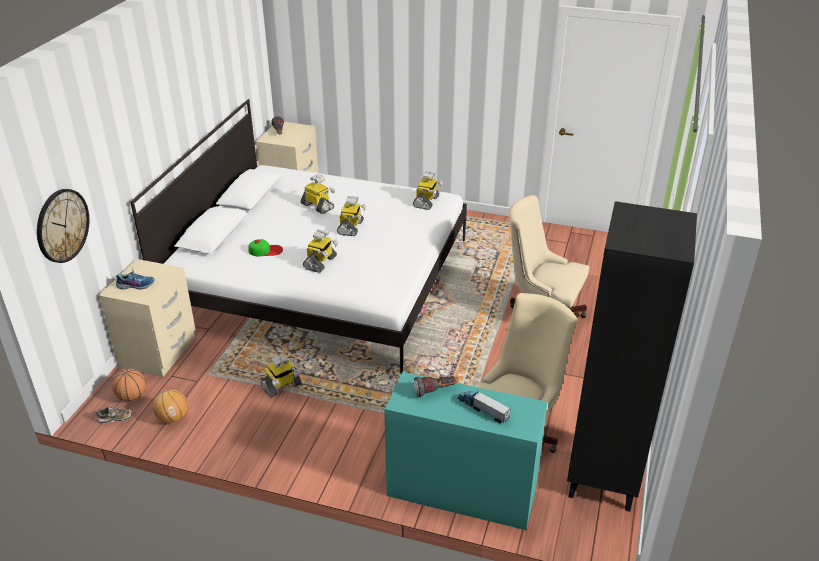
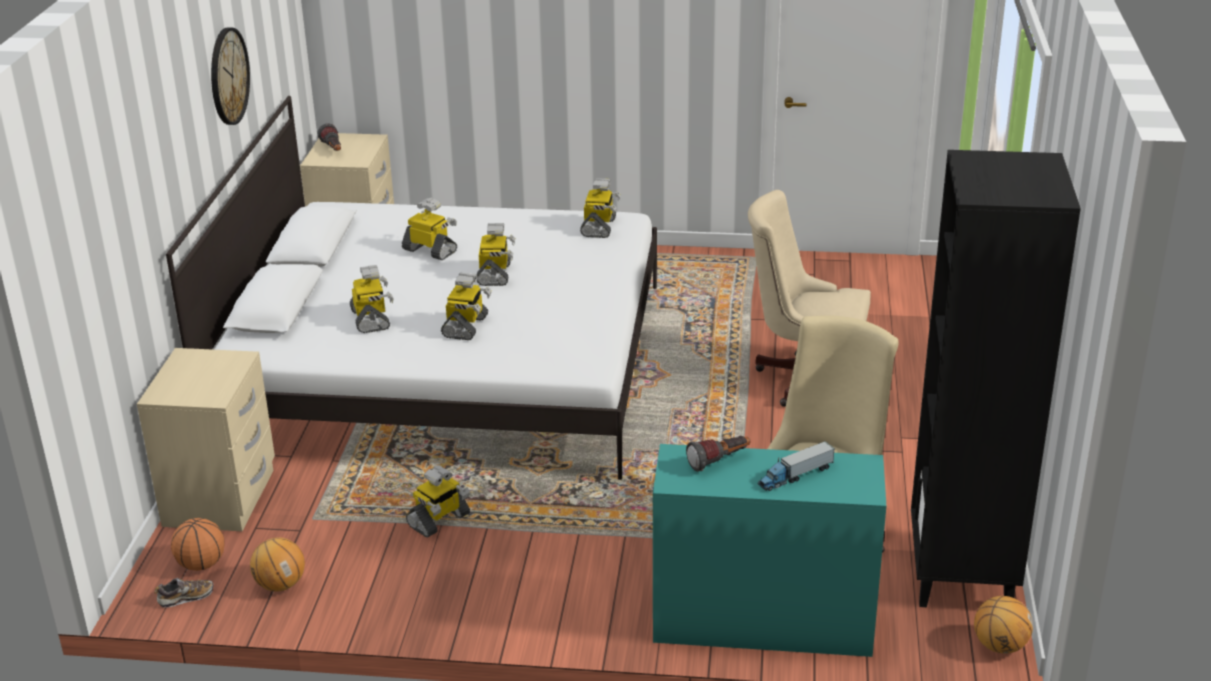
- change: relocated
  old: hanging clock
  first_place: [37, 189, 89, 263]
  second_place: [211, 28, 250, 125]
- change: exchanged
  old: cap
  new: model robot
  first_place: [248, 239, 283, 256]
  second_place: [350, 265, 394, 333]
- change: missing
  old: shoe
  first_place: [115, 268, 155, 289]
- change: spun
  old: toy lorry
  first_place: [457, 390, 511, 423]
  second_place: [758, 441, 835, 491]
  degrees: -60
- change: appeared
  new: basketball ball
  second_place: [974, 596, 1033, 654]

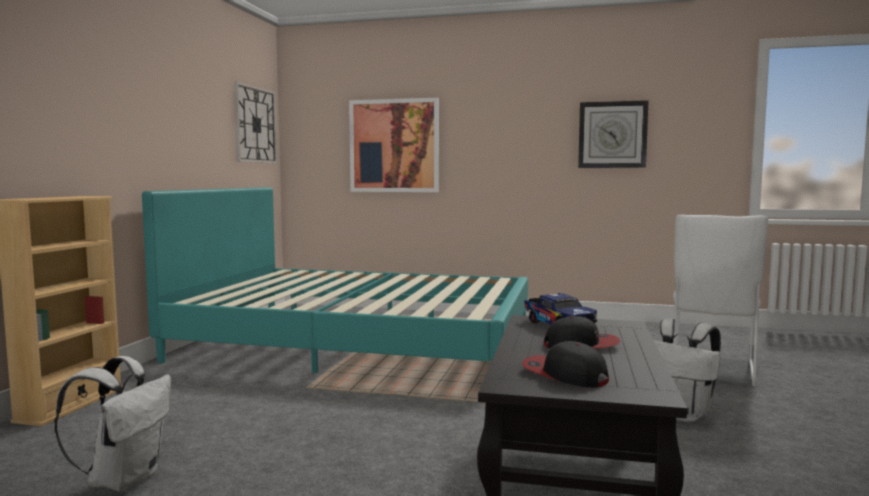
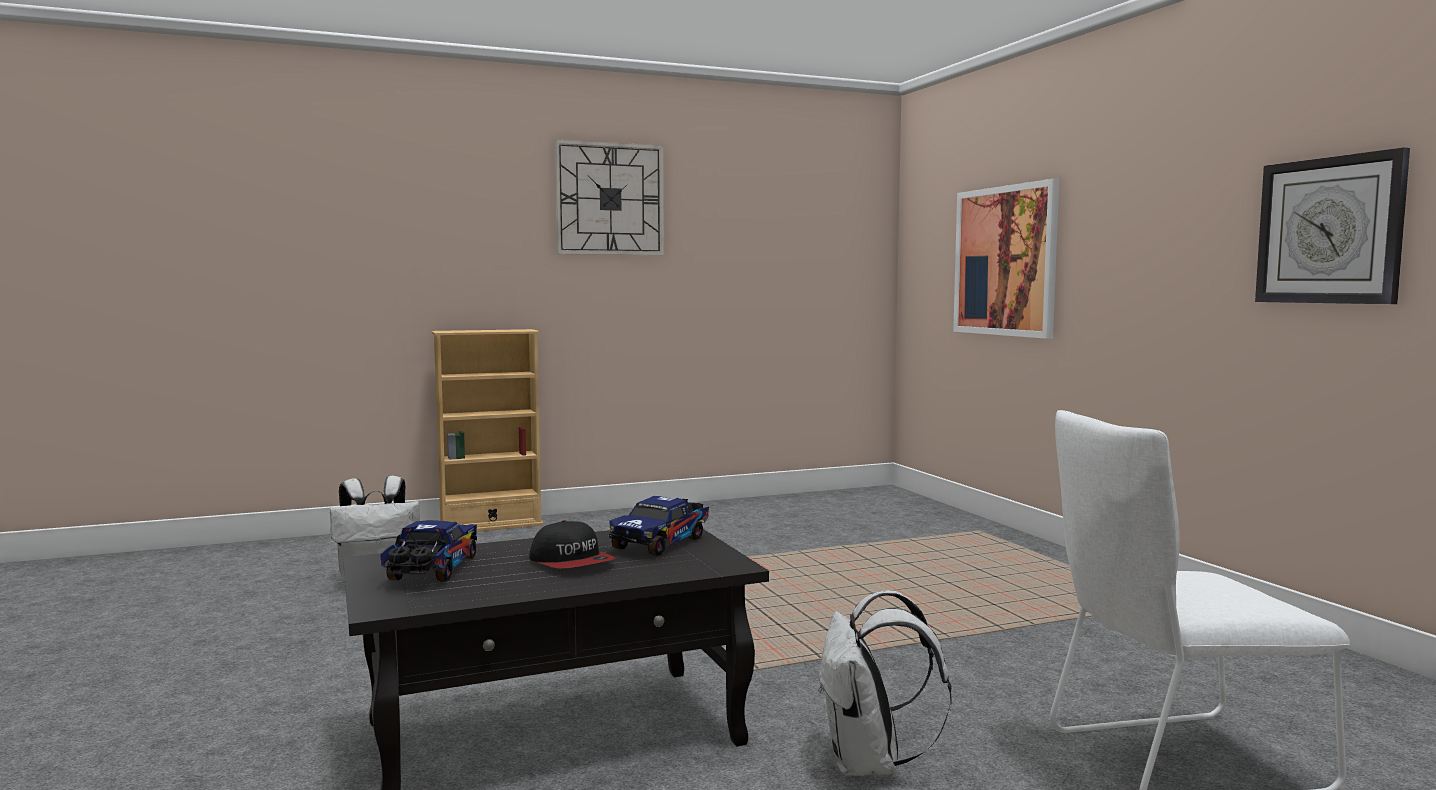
- change: relocated
  old: hanging clock
  first_place: [234, 81, 277, 164]
  second_place: [554, 139, 664, 256]
- change: missing
  old: bed in turquoise
  first_place: [142, 187, 528, 373]
- change: exchanged
  old: cap
  new: toy lorry
  first_place: [522, 341, 609, 388]
  second_place: [380, 520, 477, 582]

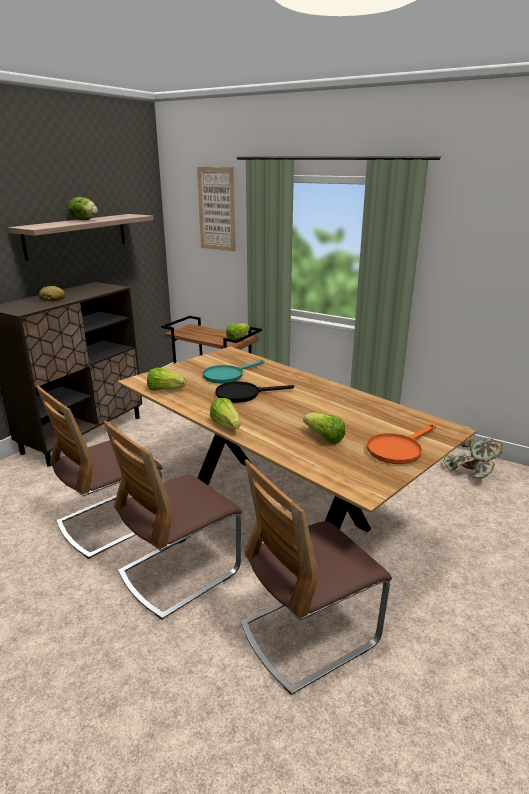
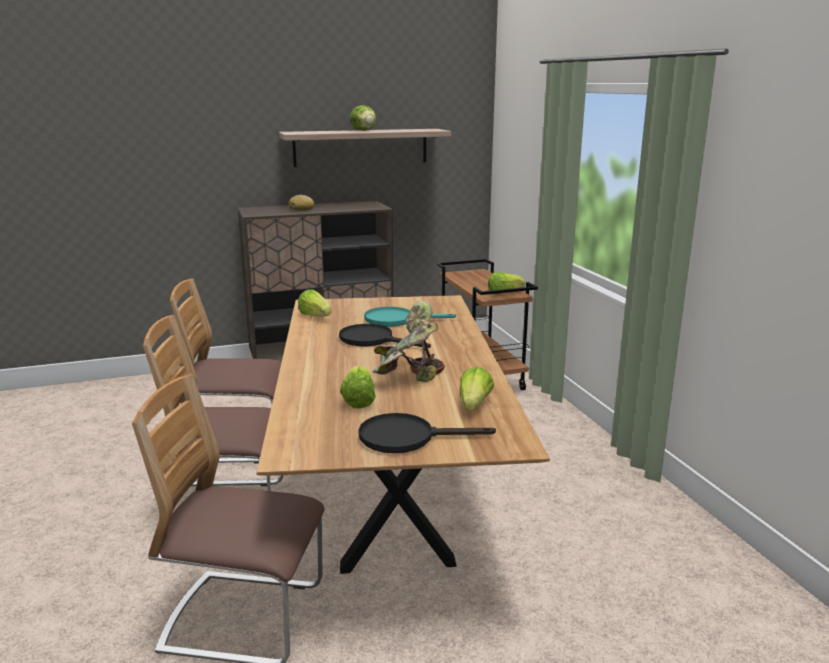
- change: missing
  old: wall picture
  first_place: [197, 167, 236, 251]
- change: relocated
  old: head of lettuce
  first_place: [210, 398, 241, 429]
  second_place: [459, 366, 494, 410]
- change: colour
  old: pan in orangey
  new: pan in blackish
  first_place: [367, 424, 436, 464]
  second_place: [358, 413, 496, 453]
- change: relocated
  old: potted plant
  first_place: [443, 426, 502, 479]
  second_place: [373, 301, 445, 382]

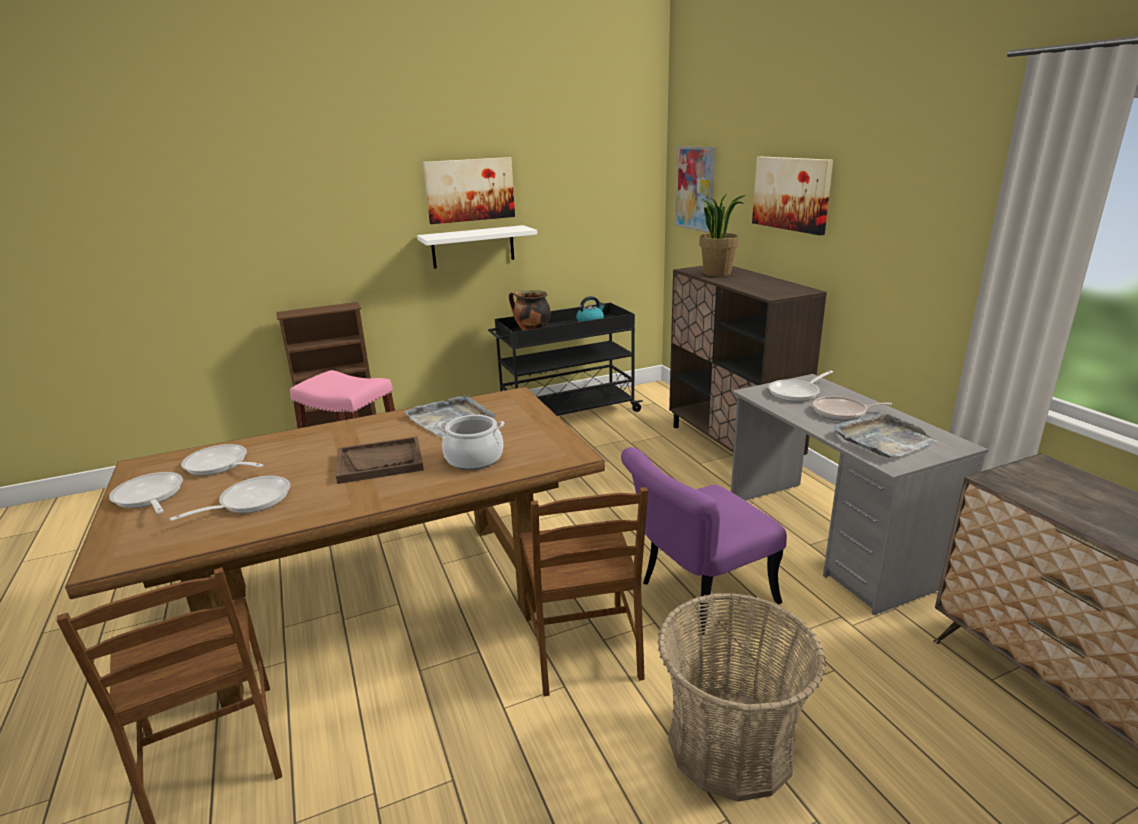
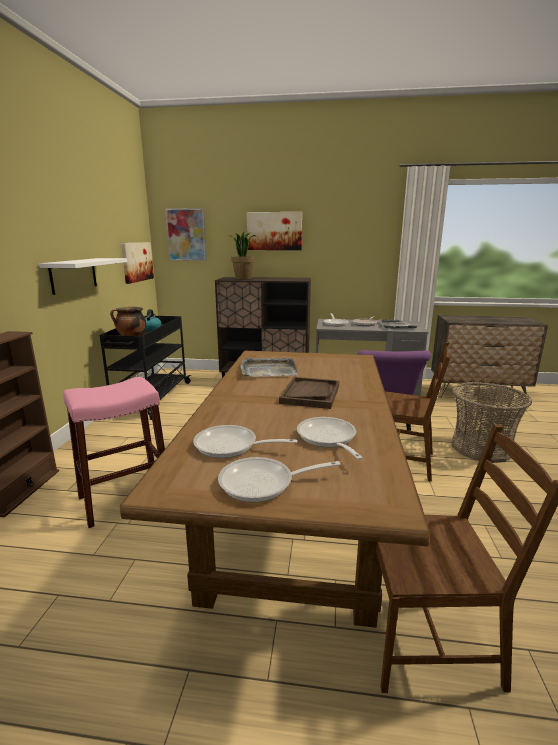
- change: relocated
  old: wall picture
  first_place: [423, 157, 515, 224]
  second_place: [121, 242, 154, 284]
- change: missing
  old: saucepot
  first_place: [437, 415, 504, 470]
- change: spun
  old: pan
  first_place: [181, 444, 263, 476]
  second_place: [193, 425, 297, 458]
  degrees: 45

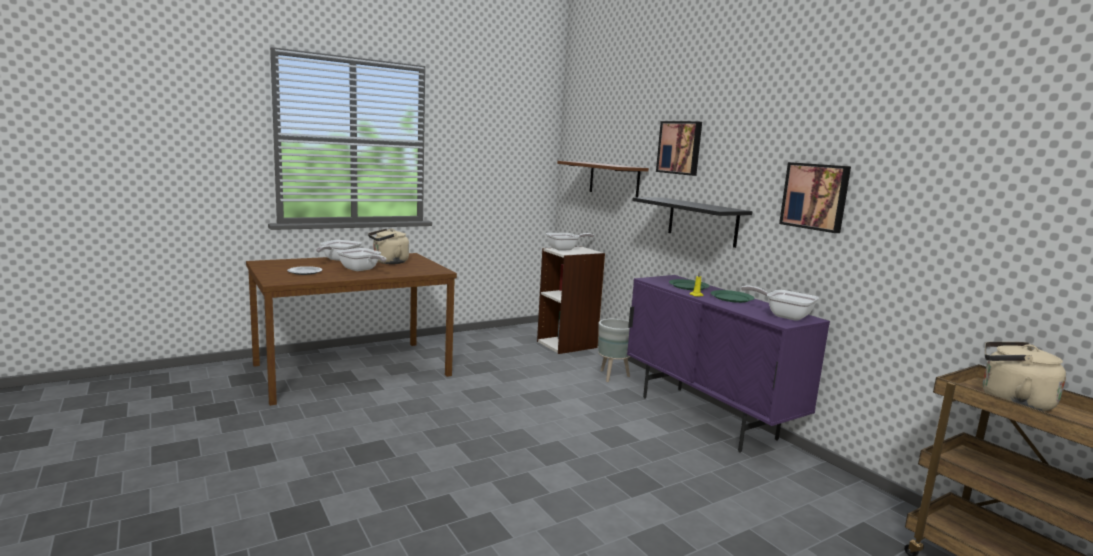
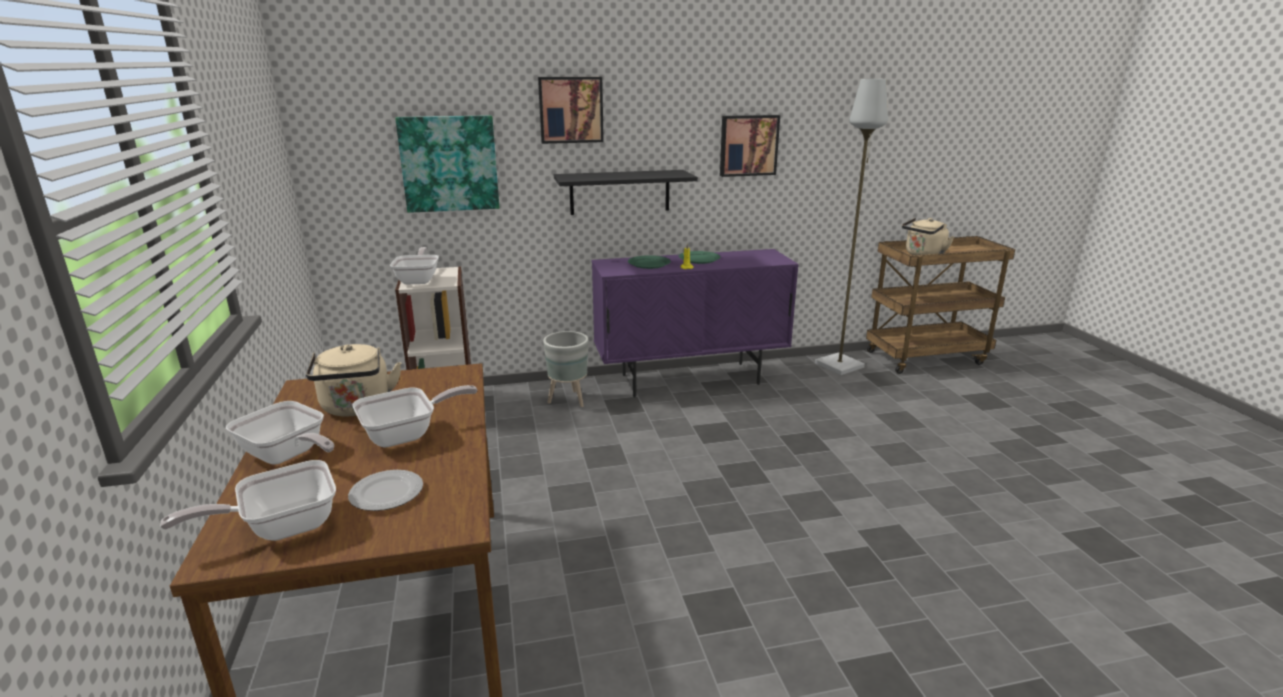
- change: exchanged
  old: shelf in brown
  new: wall picture
  first_place: [557, 161, 649, 198]
  second_place: [395, 115, 499, 213]
- change: relocated
  old: pan
  first_place: [741, 285, 819, 321]
  second_place: [160, 460, 336, 541]
- change: appeared
  new: floor lamp in gray
  second_place: [815, 79, 888, 375]

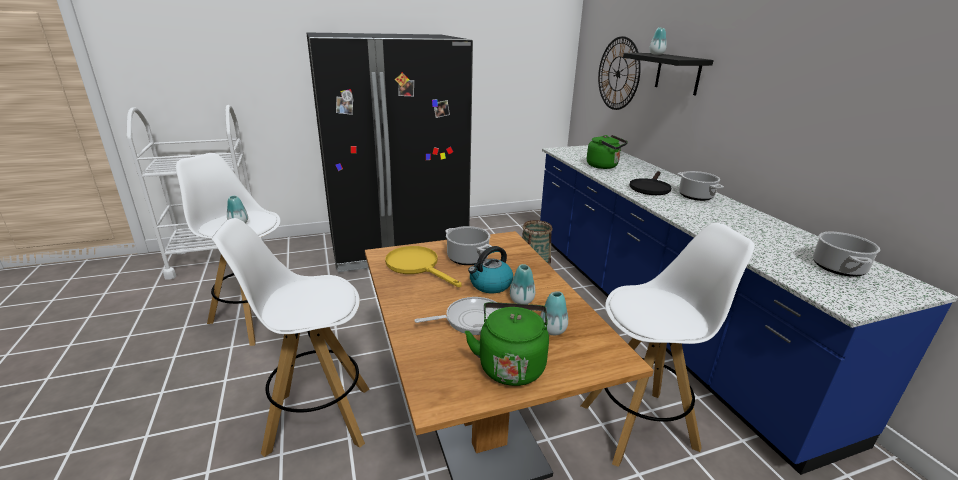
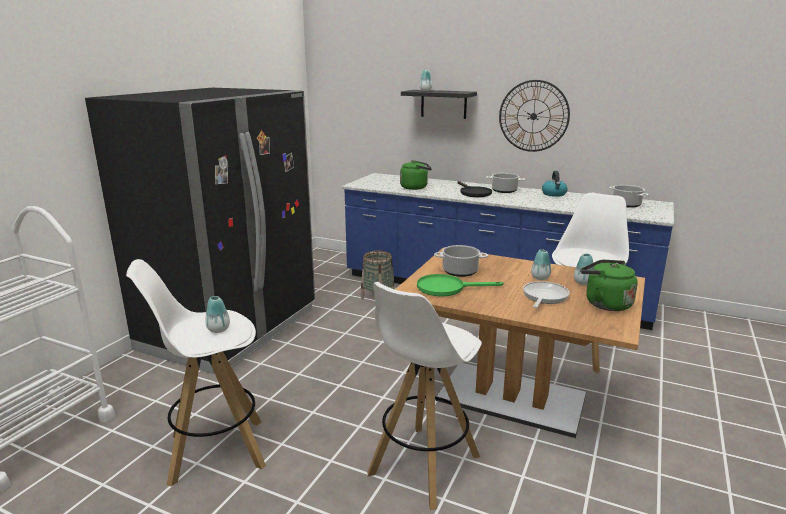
- change: relocated
  old: hanging clock
  first_place: [598, 36, 641, 110]
  second_place: [499, 80, 570, 152]
- change: colour
  old: pan in yellow
  new: pan in greenish
  first_place: [385, 246, 462, 287]
  second_place: [417, 274, 503, 297]
- change: relocated
  old: kettle
  first_place: [468, 246, 513, 293]
  second_place: [542, 171, 568, 197]

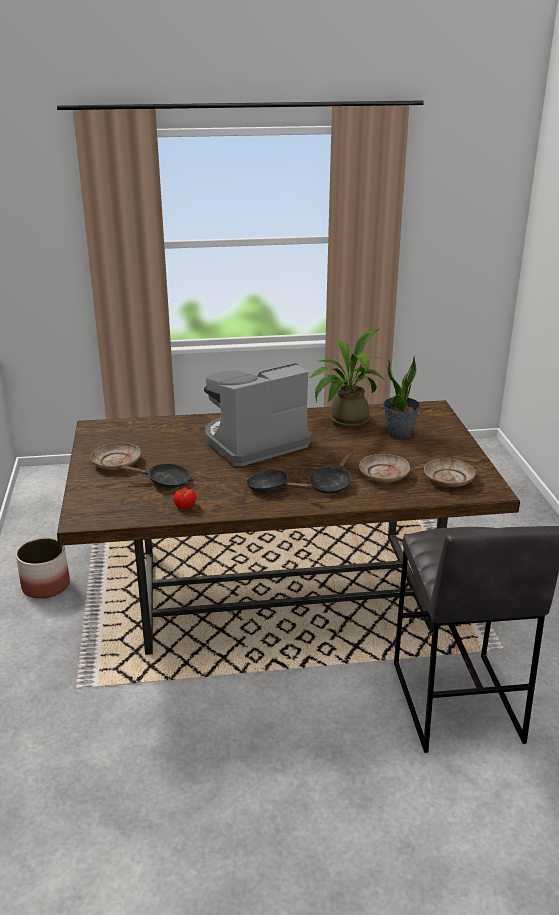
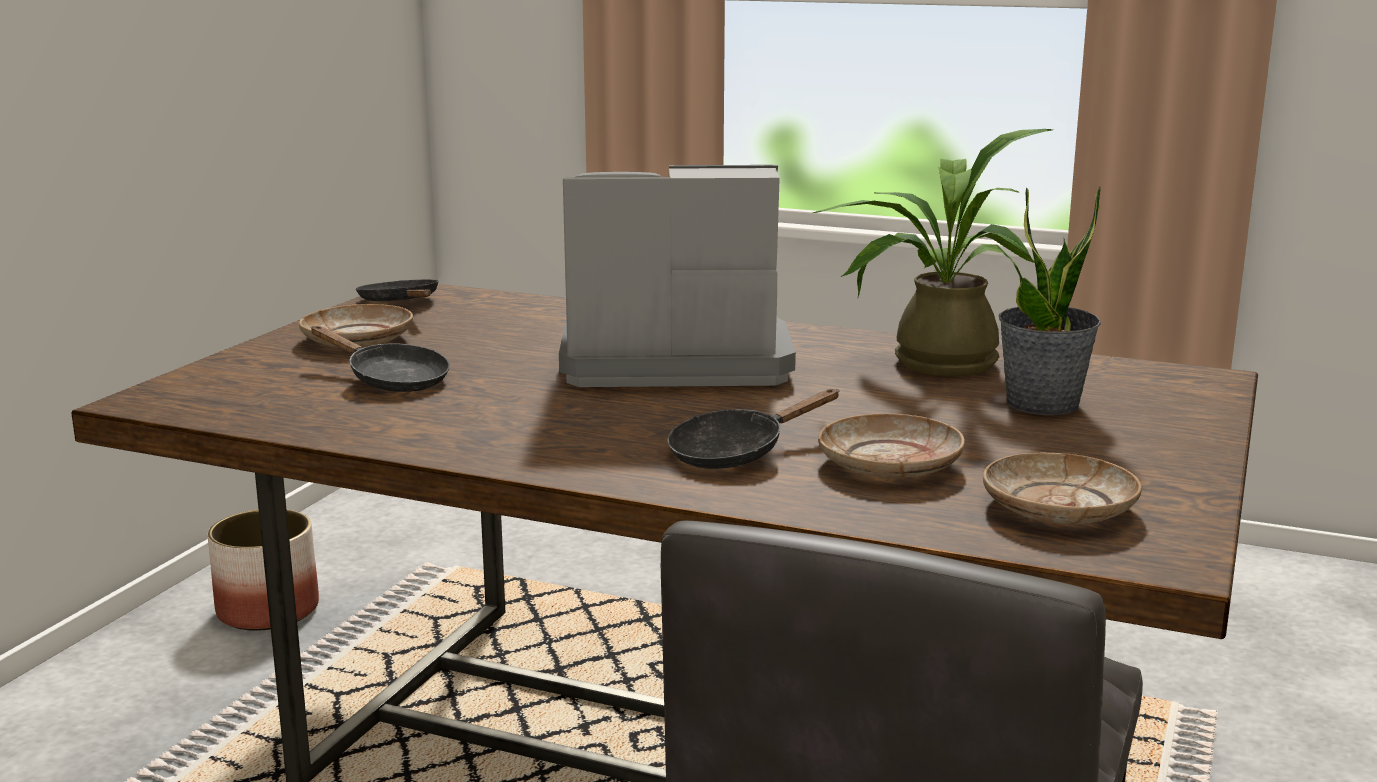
- change: relocated
  old: pan in blackish
  first_place: [246, 470, 313, 492]
  second_place: [356, 279, 438, 301]
- change: missing
  old: tomato
  first_place: [173, 487, 196, 509]

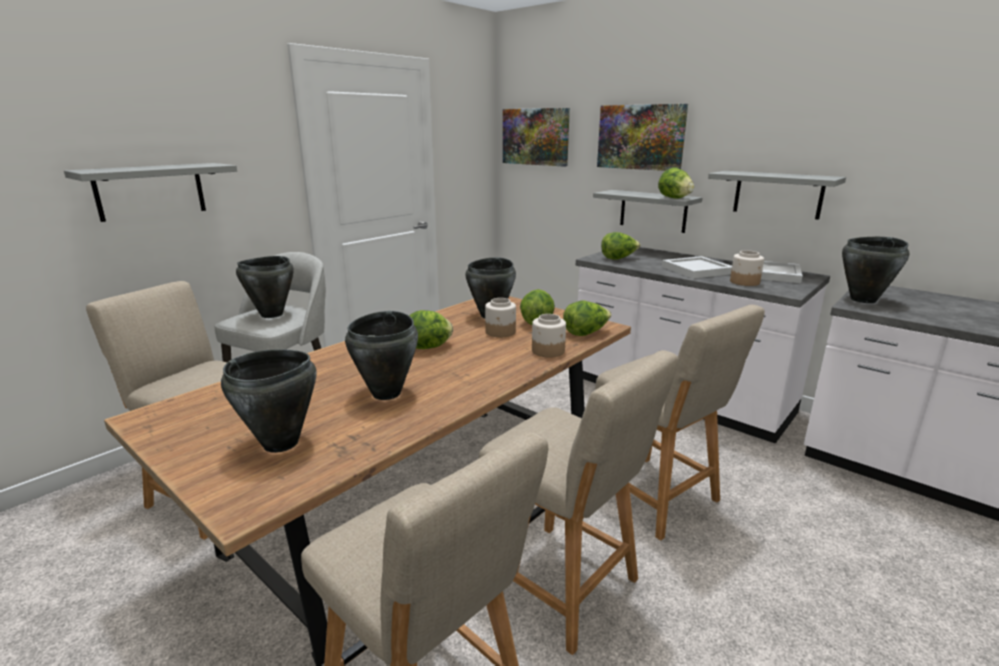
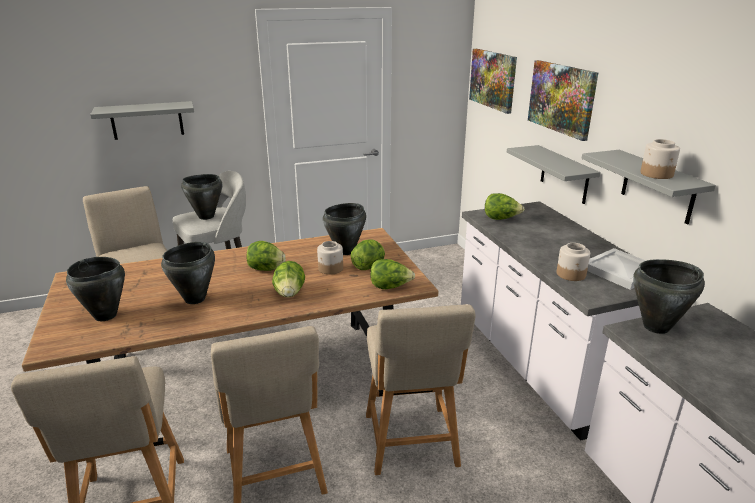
- change: relocated
  old: head of lettuce
  first_place: [658, 167, 694, 199]
  second_place: [272, 261, 305, 298]
- change: missing
  old: carrying tray in whitish
  first_place: [662, 256, 732, 279]
- change: relocated
  old: storage jar
  first_place: [532, 314, 566, 358]
  second_place: [641, 139, 680, 179]

